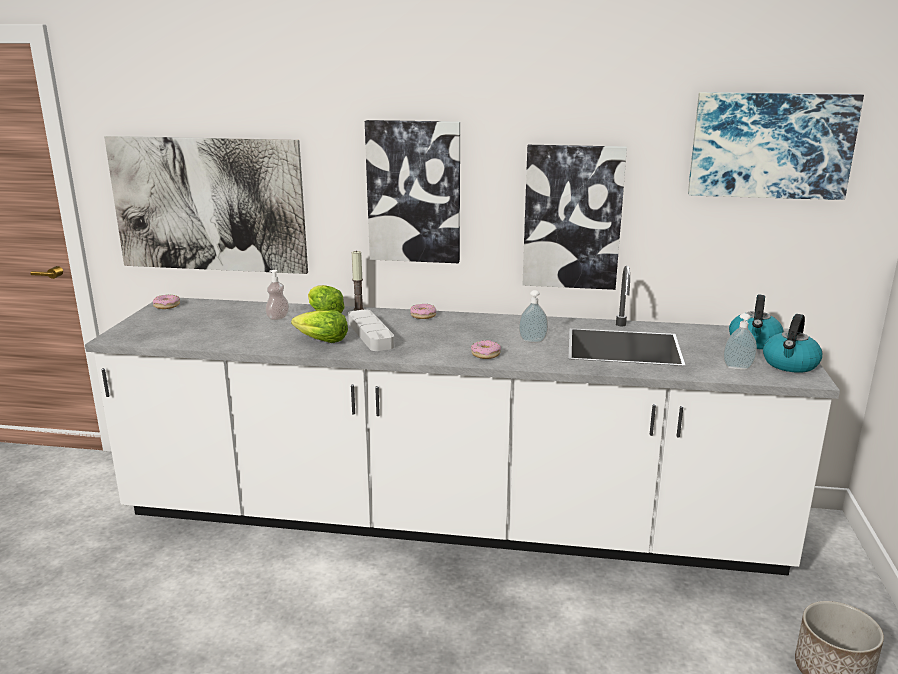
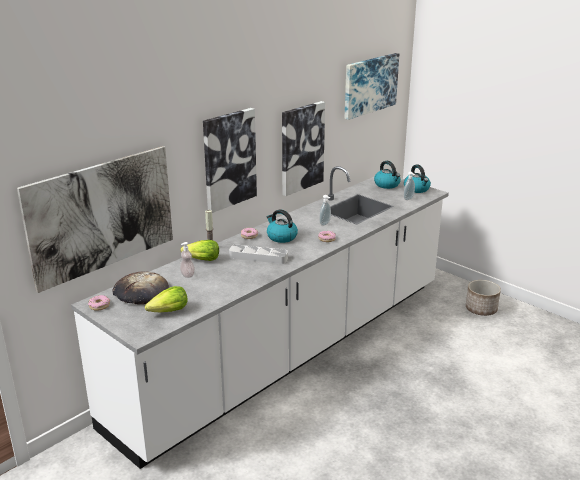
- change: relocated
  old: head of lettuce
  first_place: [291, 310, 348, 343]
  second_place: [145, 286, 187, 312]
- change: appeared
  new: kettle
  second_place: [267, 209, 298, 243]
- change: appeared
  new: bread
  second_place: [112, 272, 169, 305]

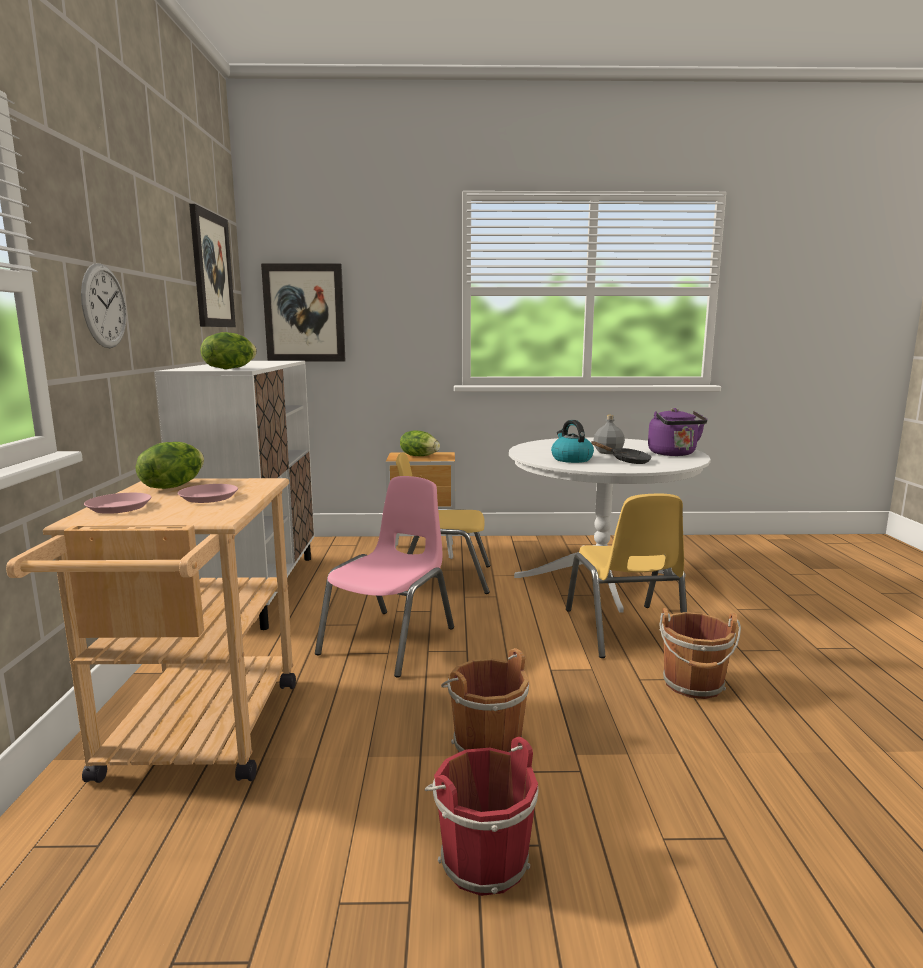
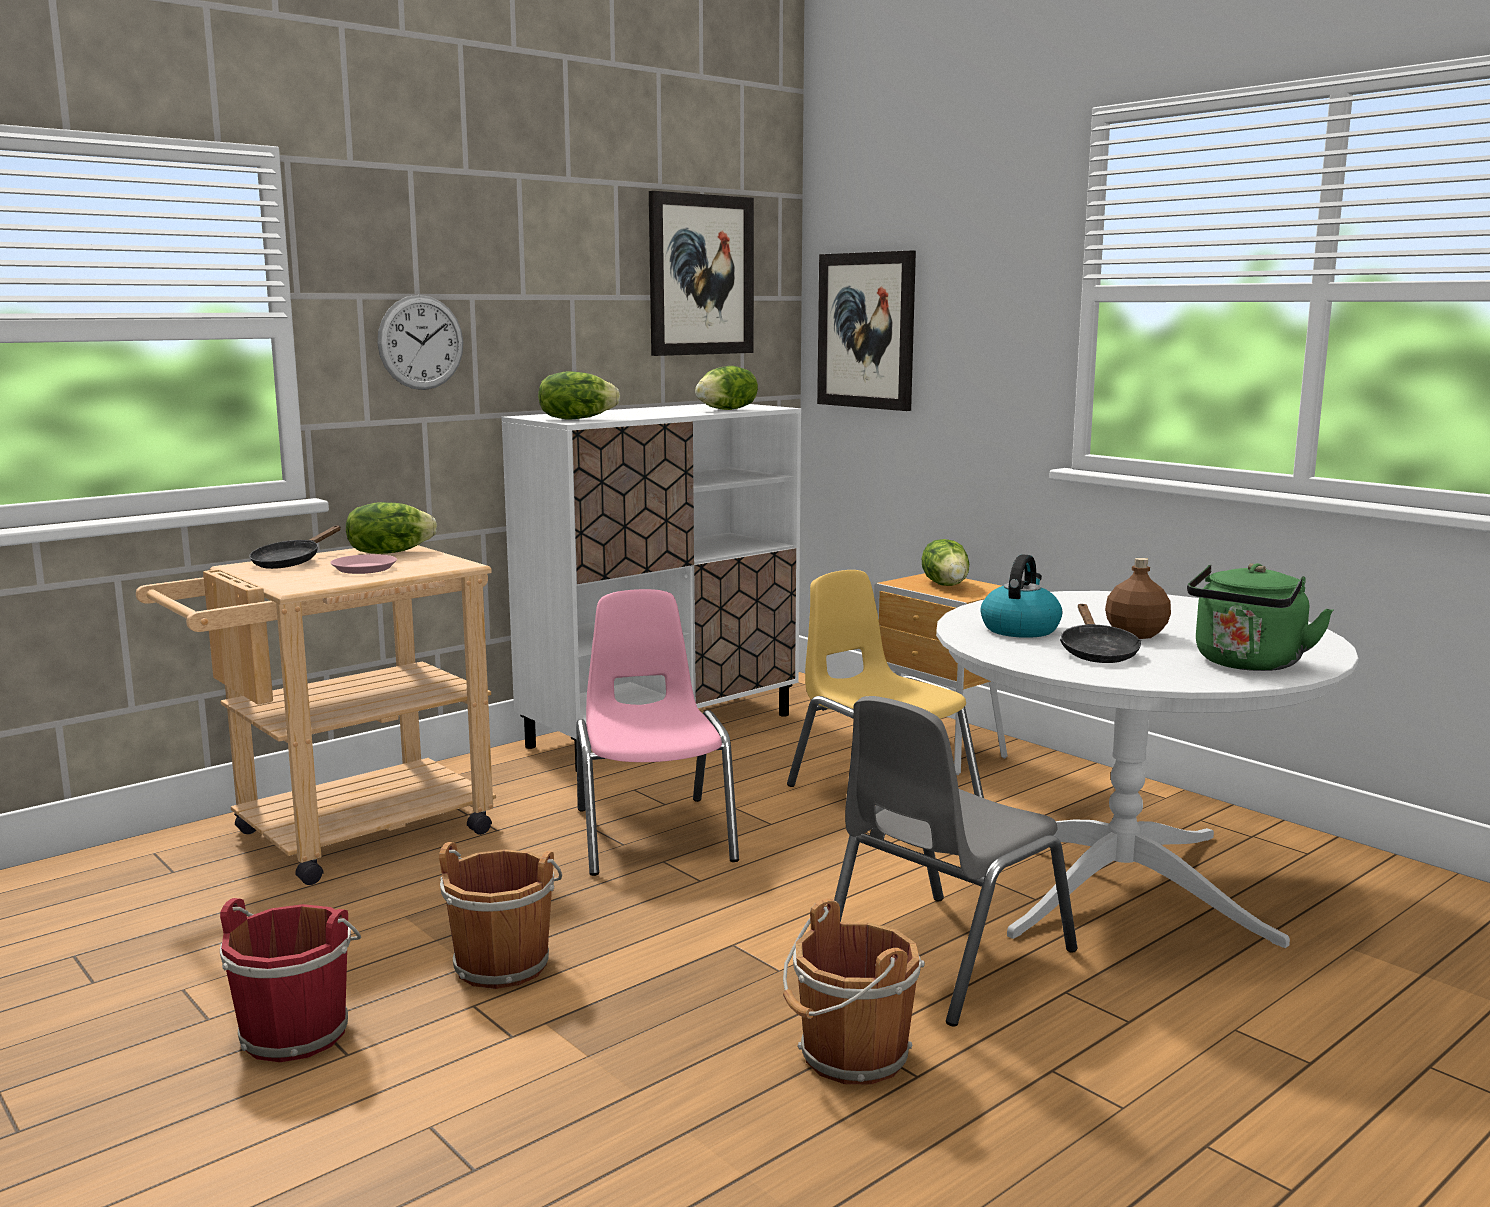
- change: colour
  old: kettle in purple-coloured
  new: kettle in greenish
  first_place: [648, 408, 708, 456]
  second_place: [1187, 563, 1333, 671]
- change: colour
  old: beverage bottle in gray
  new: beverage bottle in brown
  first_place: [593, 415, 625, 454]
  second_place: [1105, 558, 1171, 639]
- change: spun
  old: plain chair in pink
  first_place: [315, 476, 454, 678]
  second_place: [576, 589, 739, 876]
  degrees: -90
- change: exchanged
  old: plate in pink
  new: pan in blackish
  first_place: [84, 493, 151, 514]
  second_place: [249, 526, 341, 569]
- change: colour
  old: plain chair in yellow
  new: plain chair in gray
  first_place: [566, 494, 687, 658]
  second_place: [834, 696, 1077, 1027]
- change: appeared
  new: head of lettuce
  second_place: [695, 366, 758, 410]

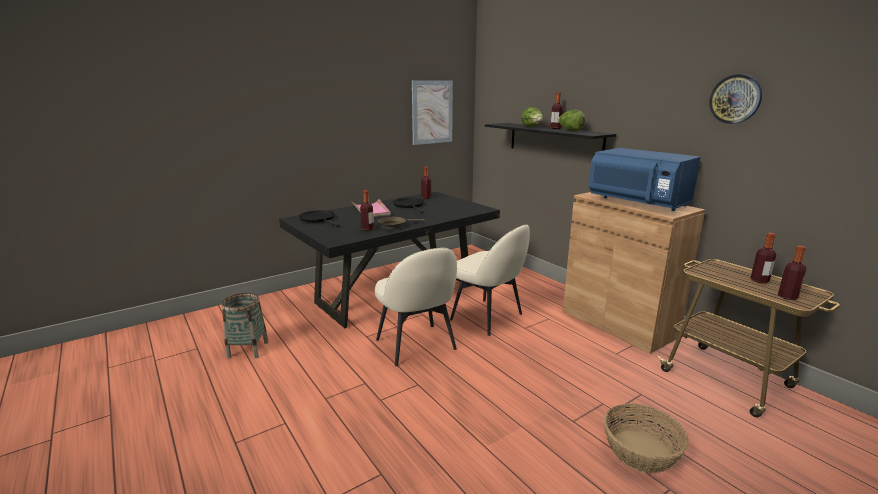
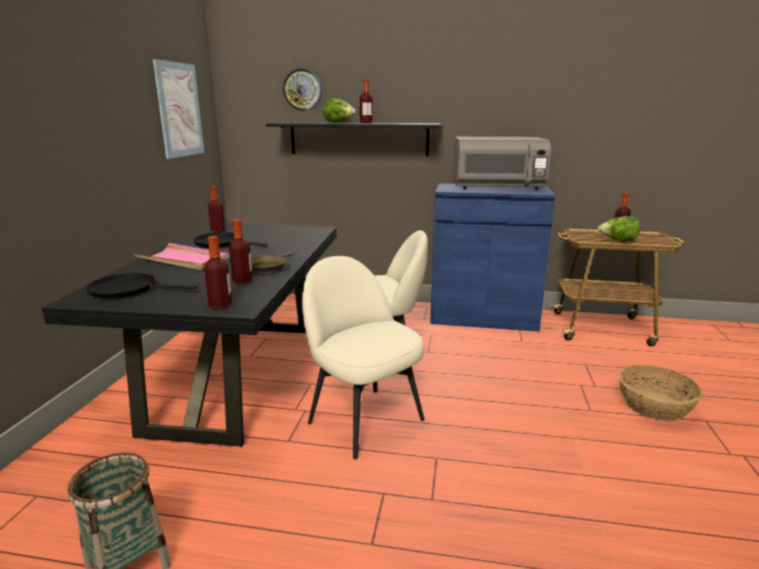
- change: relocated
  old: hanging clock
  first_place: [709, 74, 762, 124]
  second_place: [283, 69, 322, 111]
- change: relocated
  old: head of lettuce
  first_place: [557, 110, 586, 131]
  second_place: [598, 216, 640, 242]
- change: colour
  old: microwave oven in bluish
  new: microwave oven in gray
  first_place: [589, 148, 700, 211]
  second_place: [453, 137, 551, 190]
- change: colour
  old: storage cabinet in brown
  new: storage cabinet in bluish
  first_place: [563, 192, 705, 354]
  second_place: [430, 183, 555, 332]
- change: relocated
  old: beverage bottle
  first_place: [778, 245, 806, 300]
  second_place: [204, 236, 232, 309]
- change: spun
  old: plain chair in sand-coloured
  first_place: [375, 248, 457, 366]
  second_place: [302, 256, 425, 459]
  degrees: -150

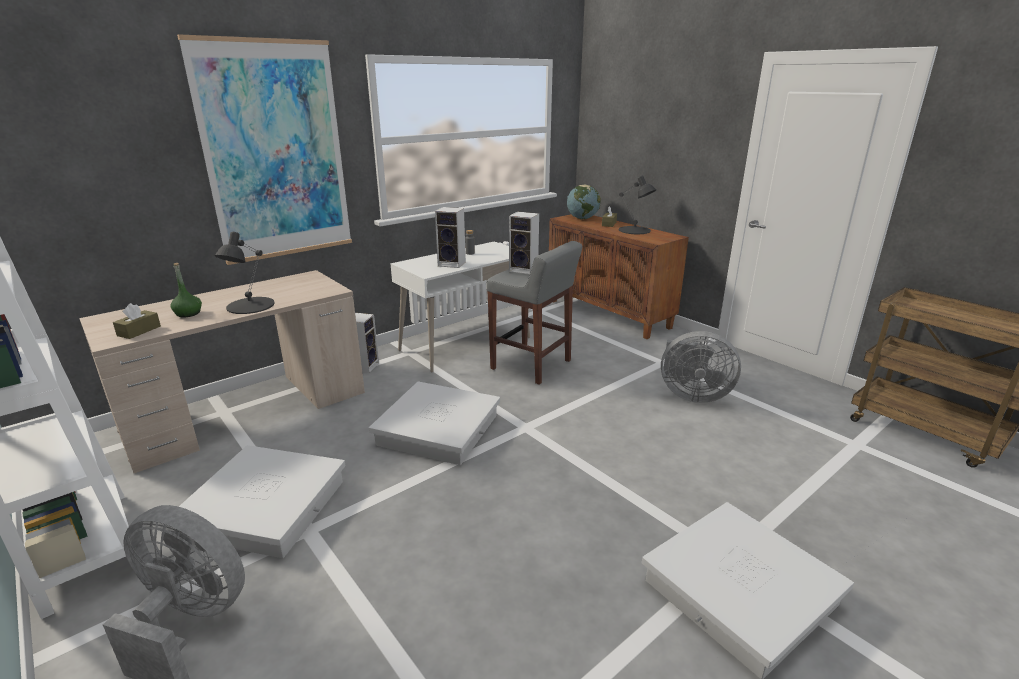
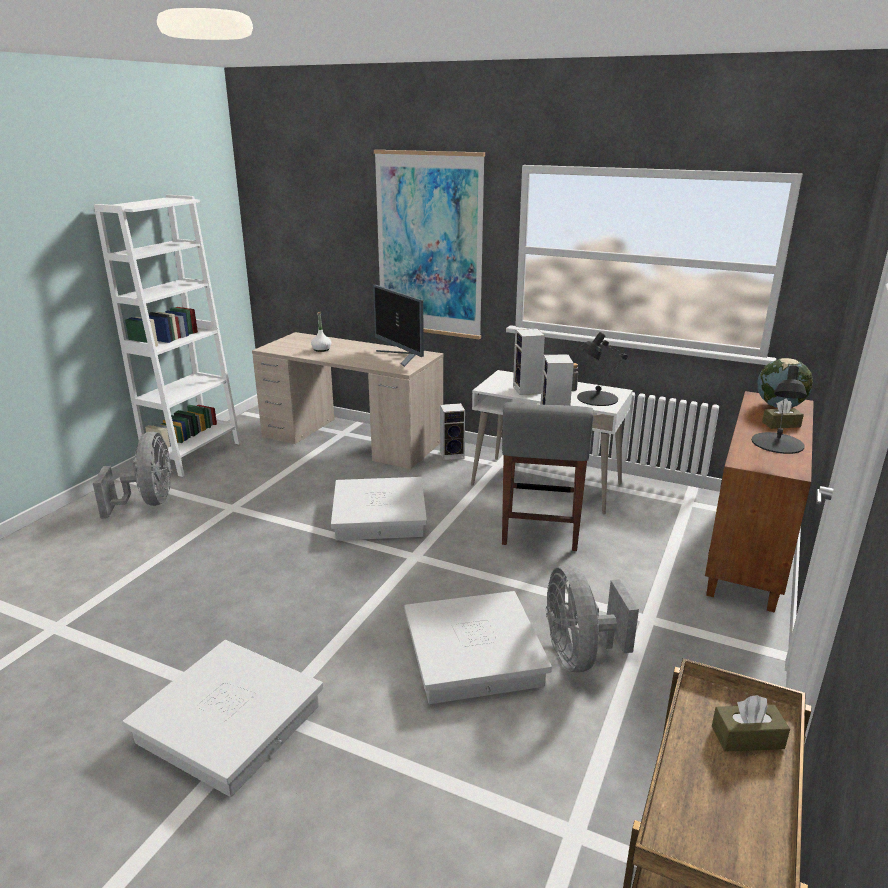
- change: relocated
  old: table lamp in blackish
  first_place: [215, 232, 275, 314]
  second_place: [577, 332, 628, 406]
- change: colour
  old: beverage bottle in greenish
  new: beverage bottle in whitish
  first_place: [170, 263, 202, 317]
  second_place: [311, 312, 331, 352]
- change: relocated
  old: tissue box in brown
  first_place: [113, 303, 161, 339]
  second_place: [712, 695, 790, 751]
- change: relocated
  old: storage box in whitish
  first_place: [177, 445, 345, 558]
  second_place: [405, 591, 552, 704]
- change: appeared
  new: computer display
  second_place: [373, 285, 424, 367]

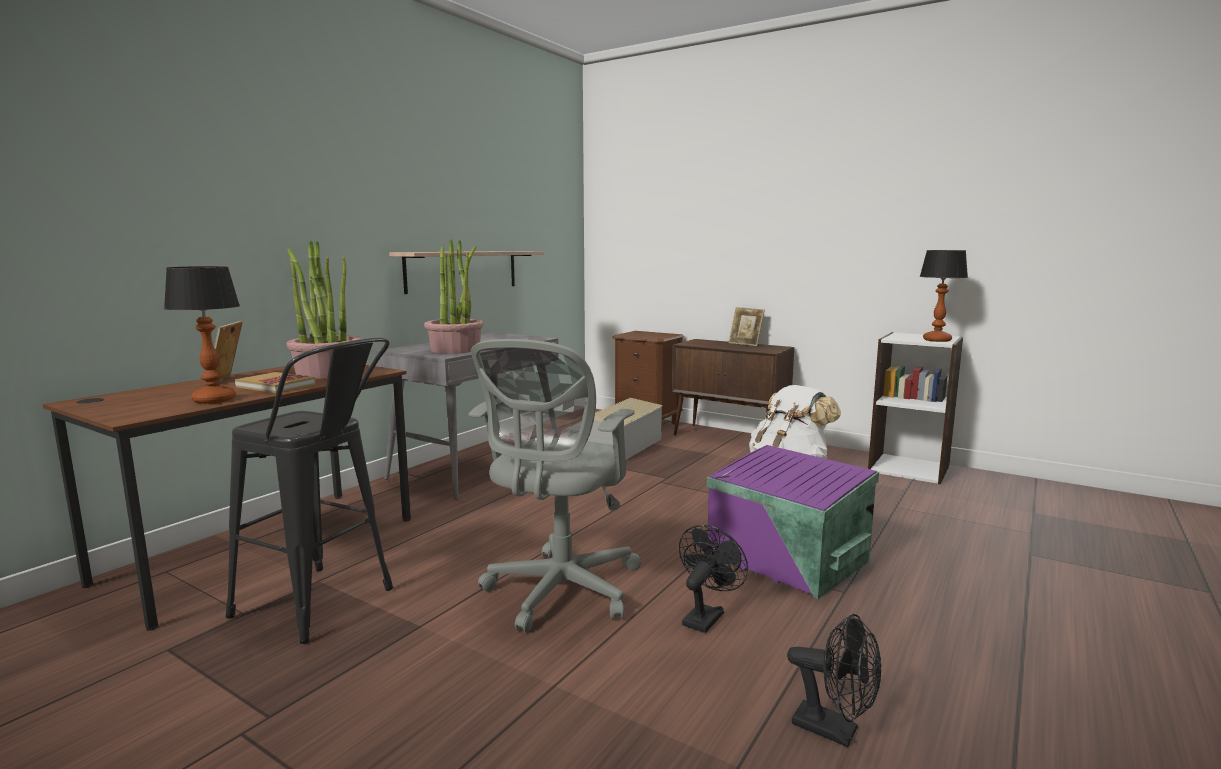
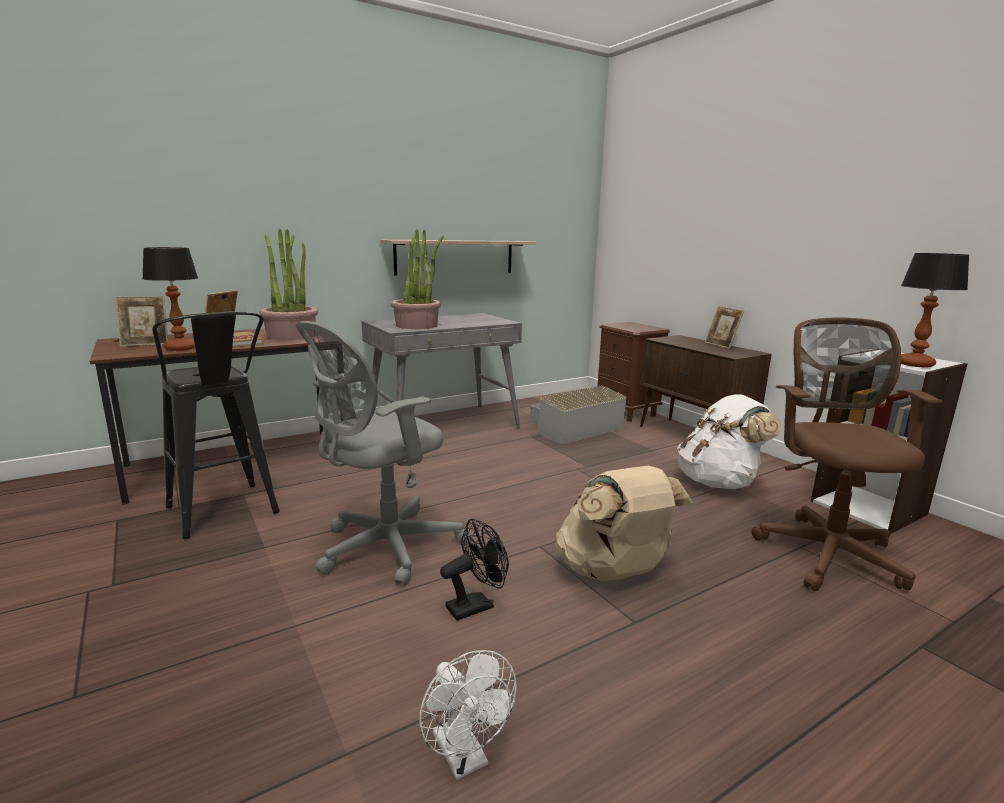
- change: exchanged
  old: storage box in purple-coloured
  new: rucksack in sand-coloured
  first_place: [707, 445, 879, 599]
  second_place: [555, 466, 694, 581]
- change: colour
  old: electric fan in blackish
  new: electric fan in whitish
  first_place: [787, 614, 881, 747]
  second_place: [419, 650, 516, 780]
- change: appeared
  new: standing frame
  second_place: [115, 296, 168, 347]
- change: appeared
  new: office chair in brown
  second_place: [752, 317, 942, 591]

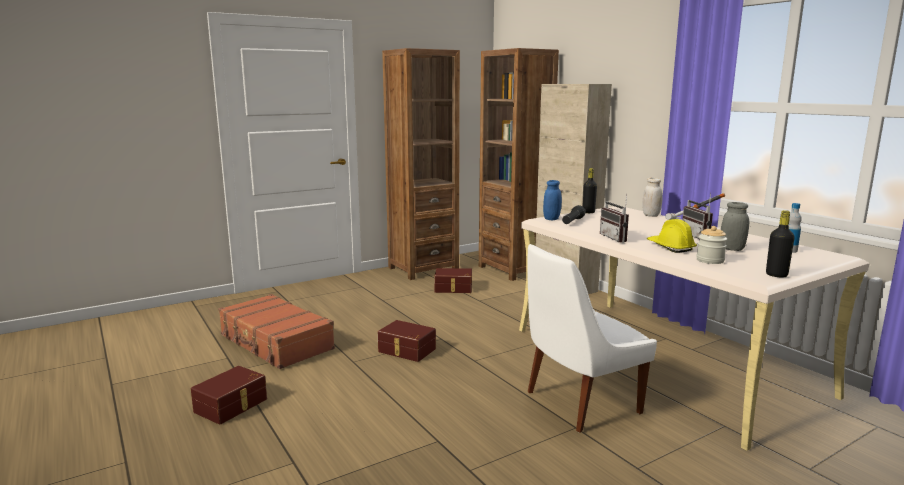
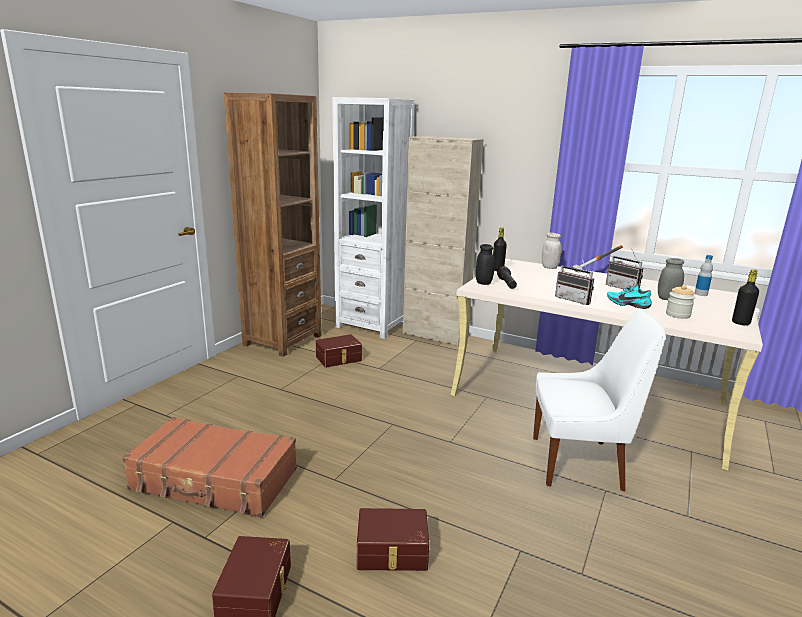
- change: colour
  old: shelving unit in brown
  new: shelving unit in whitish
  first_place: [479, 48, 559, 281]
  second_place: [332, 97, 415, 339]
- change: colour
  old: storage jar in bluish
  new: storage jar in blackish
  first_place: [543, 180, 562, 220]
  second_place: [476, 244, 495, 285]
- change: exchanged
  old: work helmet in yellow
  new: shoe in turquoise
  first_place: [647, 219, 697, 253]
  second_place: [607, 284, 652, 309]
- change: spun
  old: plain chair in whitish
  first_place: [527, 244, 657, 433]
  second_place: [533, 310, 666, 491]
  degrees: -120
- change: relocated
  old: storage box in brown
  first_place: [378, 320, 436, 362]
  second_place: [357, 508, 429, 571]

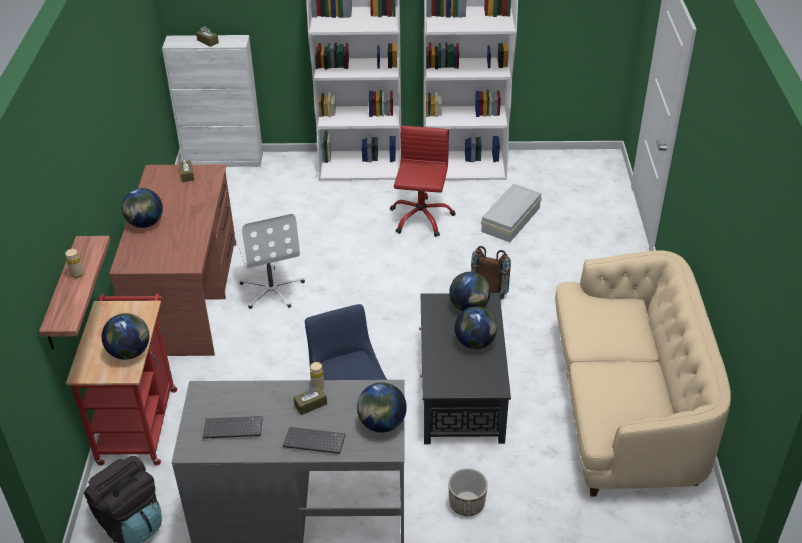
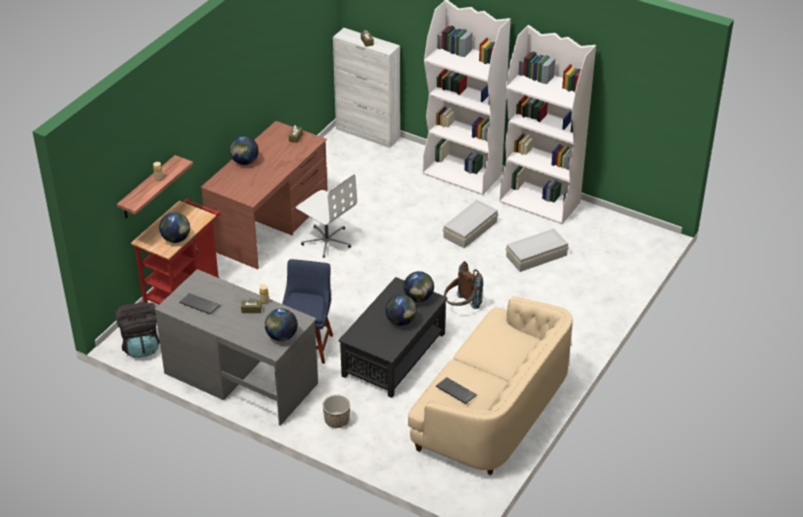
- change: exchanged
  old: office chair in red
  new: storage box in whitish
  first_place: [390, 126, 456, 237]
  second_place: [443, 200, 498, 248]
- change: spun
  old: office chair in whitish
  first_place: [235, 213, 305, 309]
  second_place: [296, 174, 357, 258]
  degrees: -60
- change: relocated
  old: keyboard
  first_place: [283, 427, 346, 454]
  second_place: [436, 377, 477, 404]

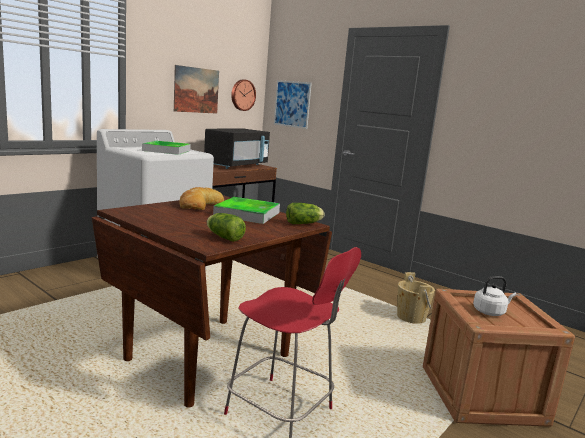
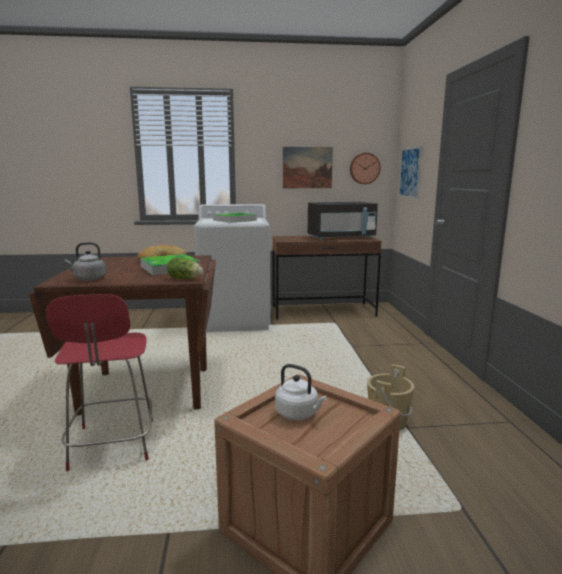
- change: exchanged
  old: head of lettuce
  new: kettle in gray
  first_place: [207, 213, 246, 242]
  second_place: [65, 242, 106, 281]

